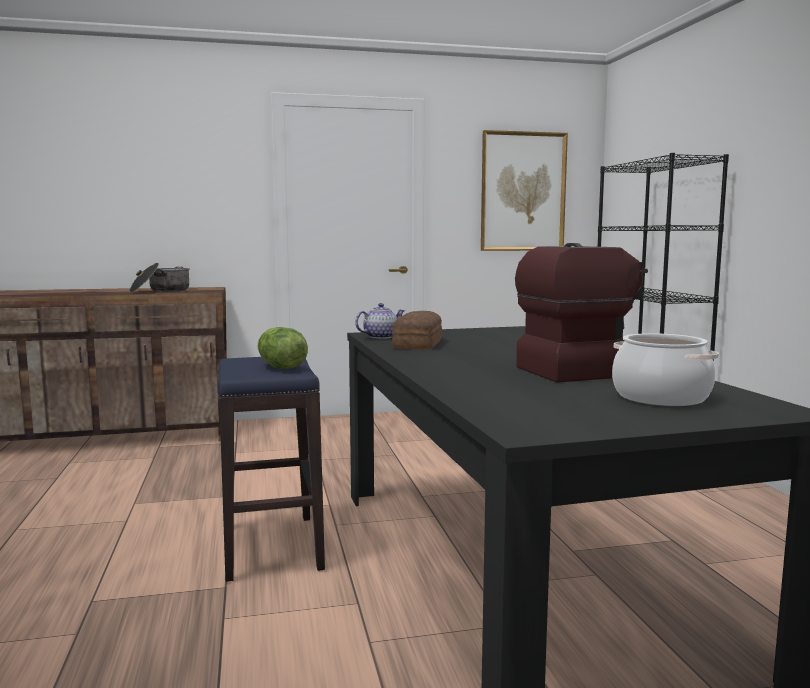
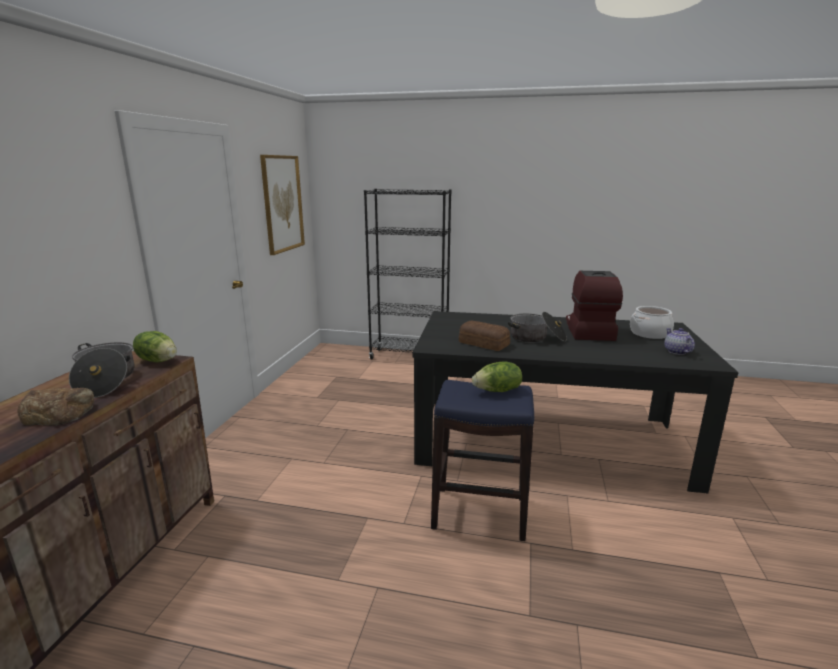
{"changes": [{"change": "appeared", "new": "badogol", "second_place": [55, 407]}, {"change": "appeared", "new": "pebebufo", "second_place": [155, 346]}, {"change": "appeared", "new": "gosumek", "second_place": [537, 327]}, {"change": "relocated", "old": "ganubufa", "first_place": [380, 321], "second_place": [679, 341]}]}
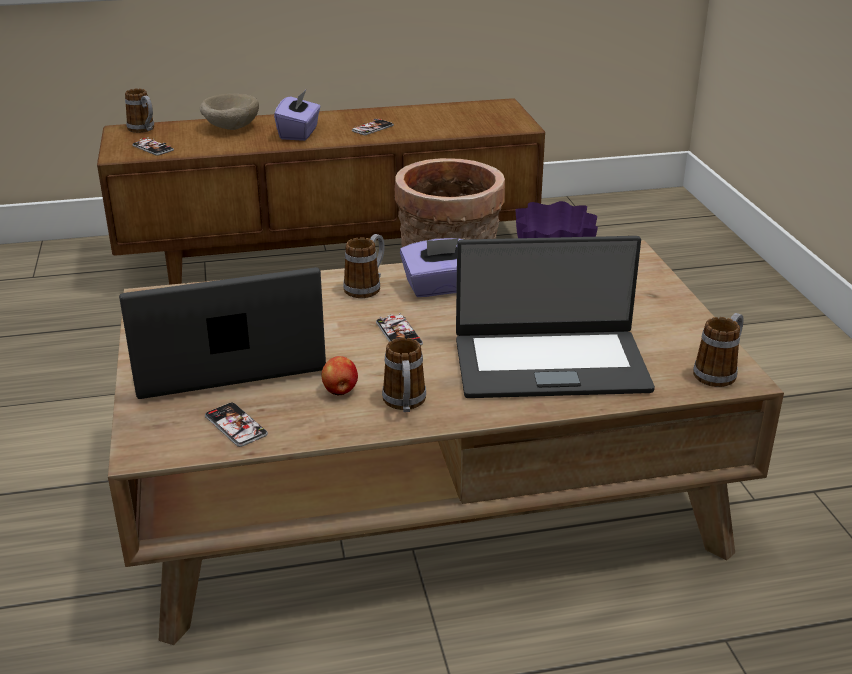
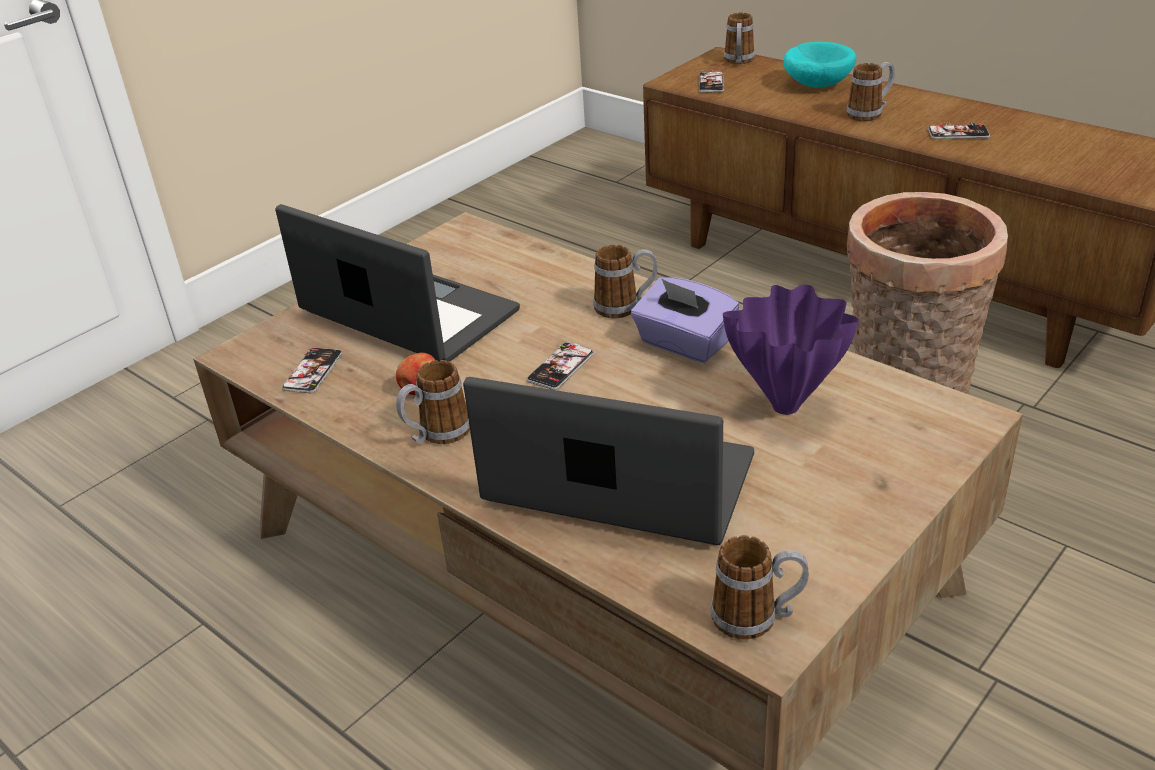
{"changes": [{"change": "exchanged", "old": "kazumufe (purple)", "new": "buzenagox", "first_place": [297, 115], "second_place": [871, 91]}, {"change": "colour", "old": "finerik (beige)", "new": "finerik (turquoise)", "first_place": [229, 112], "second_place": [820, 65]}, {"change": "spun", "old": "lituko", "first_place": [555, 317], "second_place": [608, 461], "degrees": 150}]}
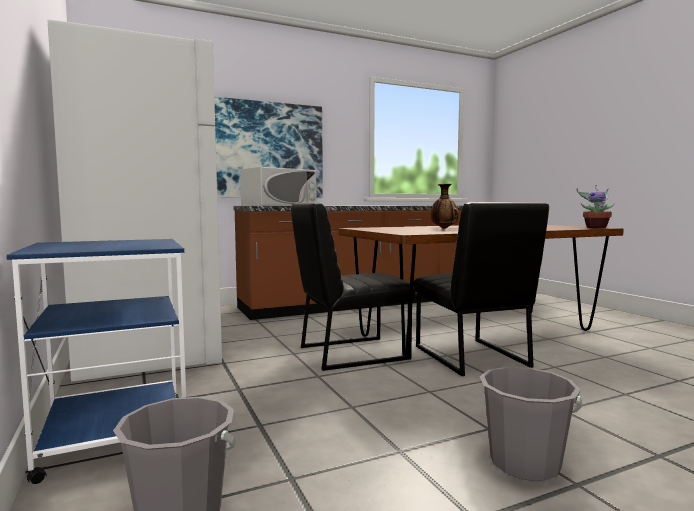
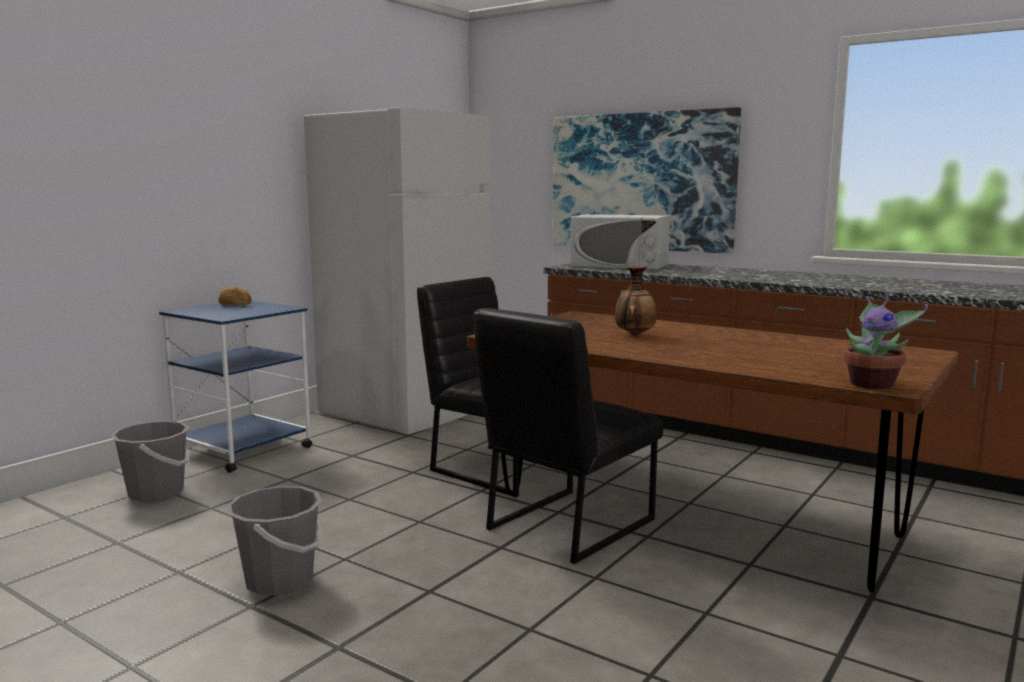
{"changes": [{"change": "appeared", "new": "badogol", "second_place": [234, 296]}]}
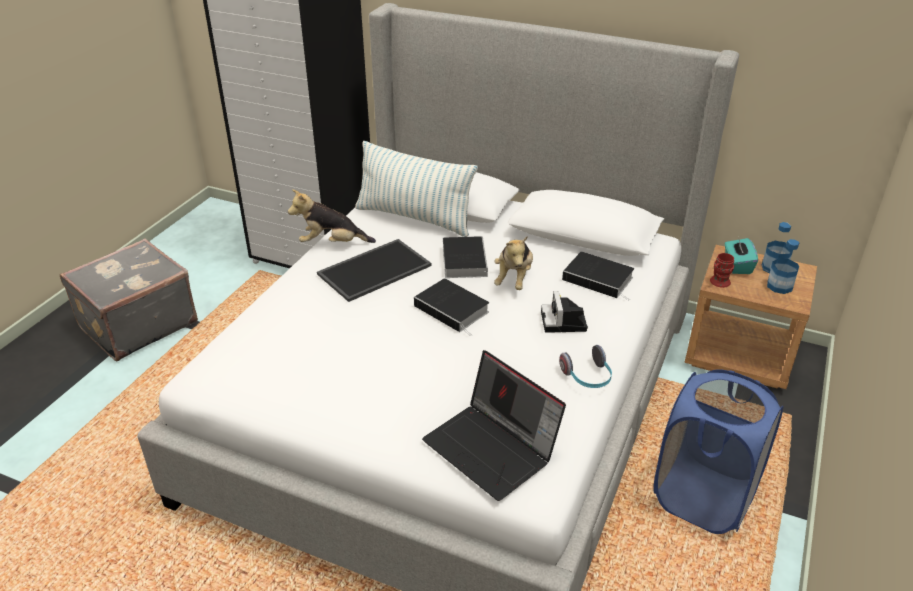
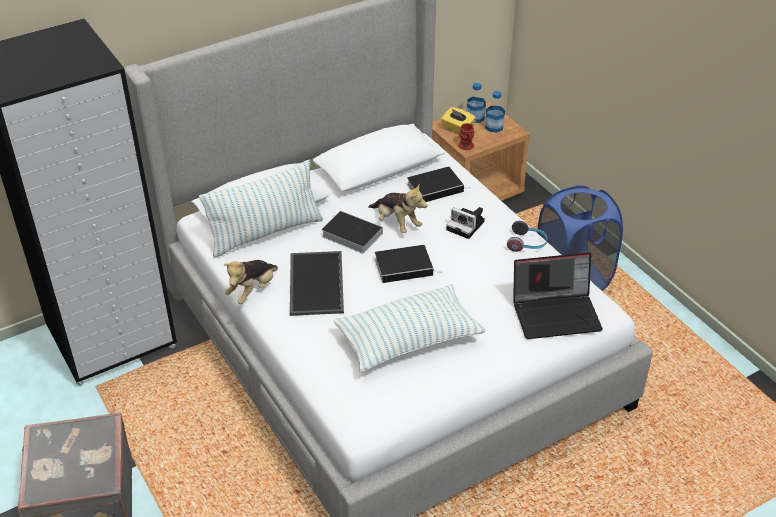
{"changes": [{"change": "appeared", "new": "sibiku", "second_place": [409, 328]}, {"change": "colour", "old": "kazumufe (turquoise)", "new": "kazumufe (yellow)", "first_place": [741, 256], "second_place": [458, 120]}]}
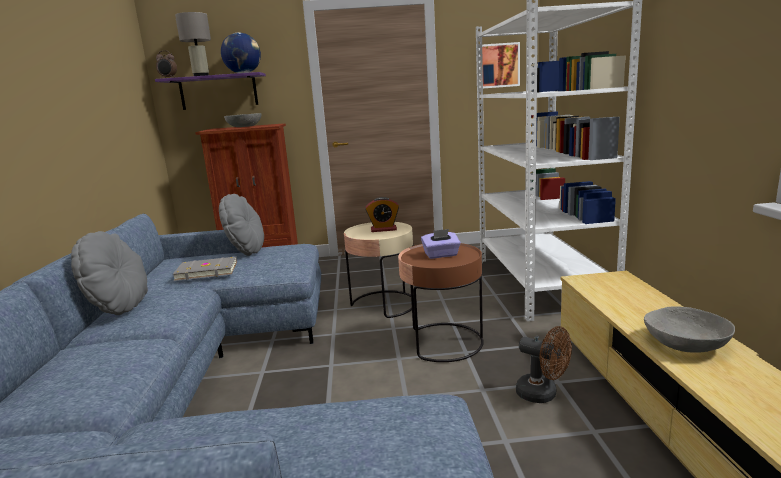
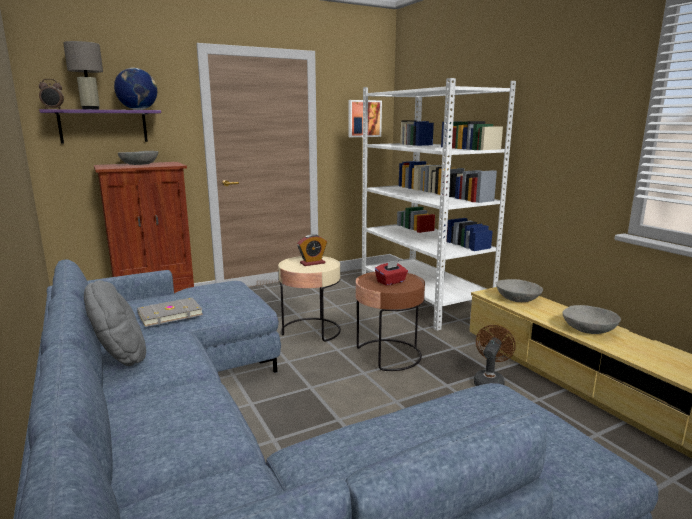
{"changes": [{"change": "missing", "old": "sibiku (grey)", "first_place": [241, 225]}, {"change": "appeared", "new": "finerik (grey)", "second_place": [519, 290]}, {"change": "colour", "old": "kazumufe (purple)", "new": "kazumufe (red)", "first_place": [441, 244], "second_place": [391, 273]}, {"change": "spun", "old": "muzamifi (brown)", "first_place": [544, 364], "second_place": [495, 355], "degrees": -75}]}
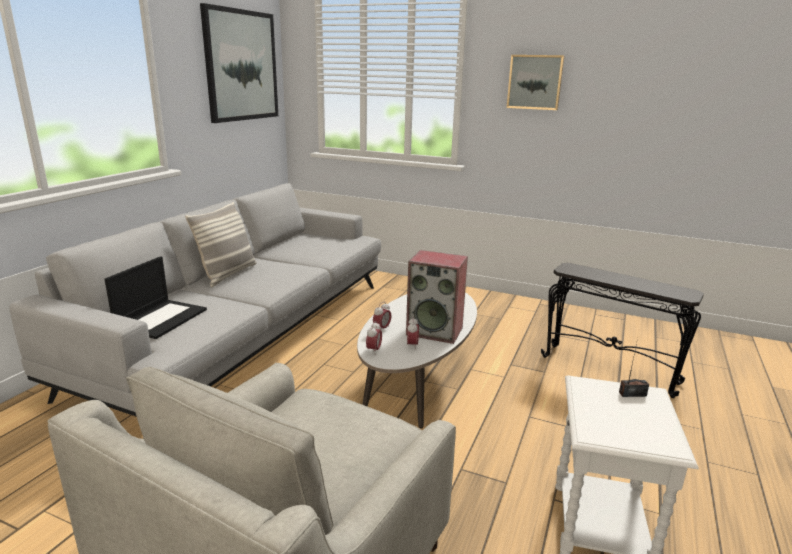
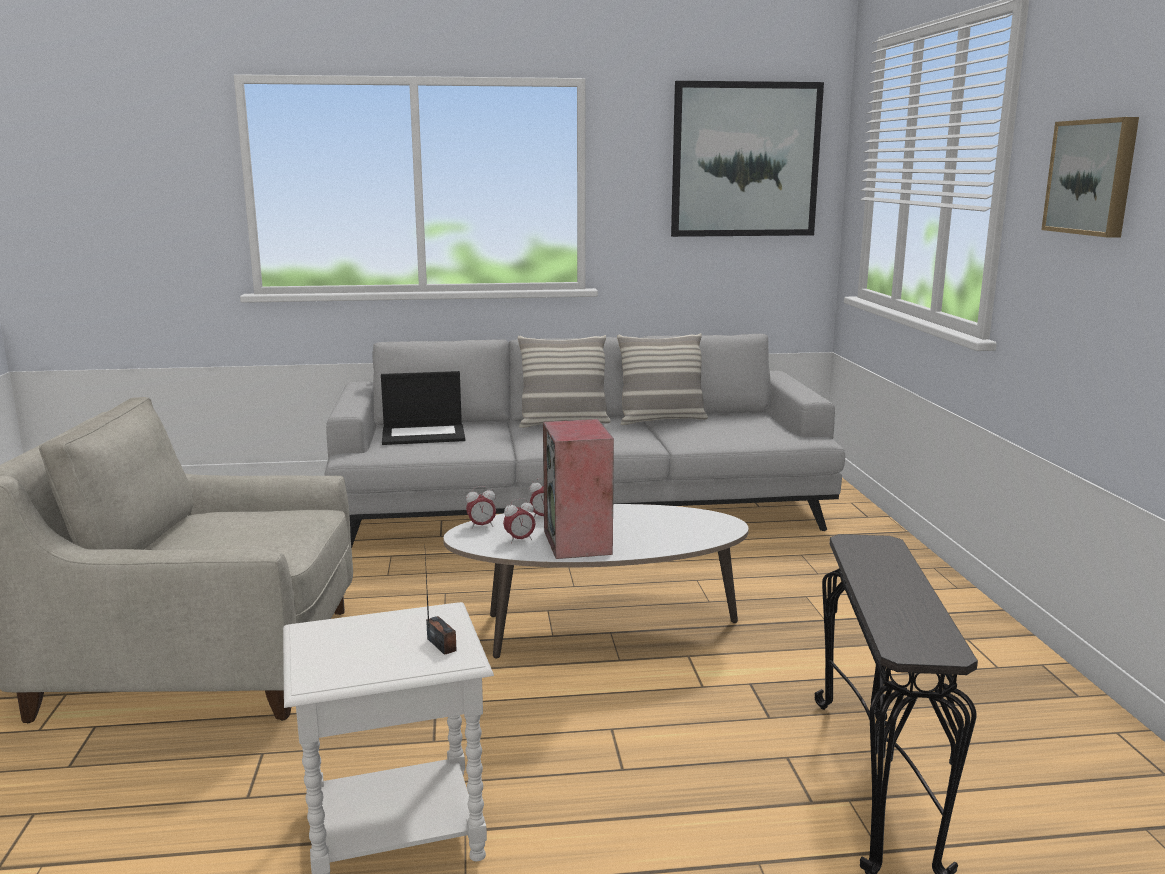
{"changes": [{"change": "appeared", "new": "sibiku", "second_place": [662, 379]}]}
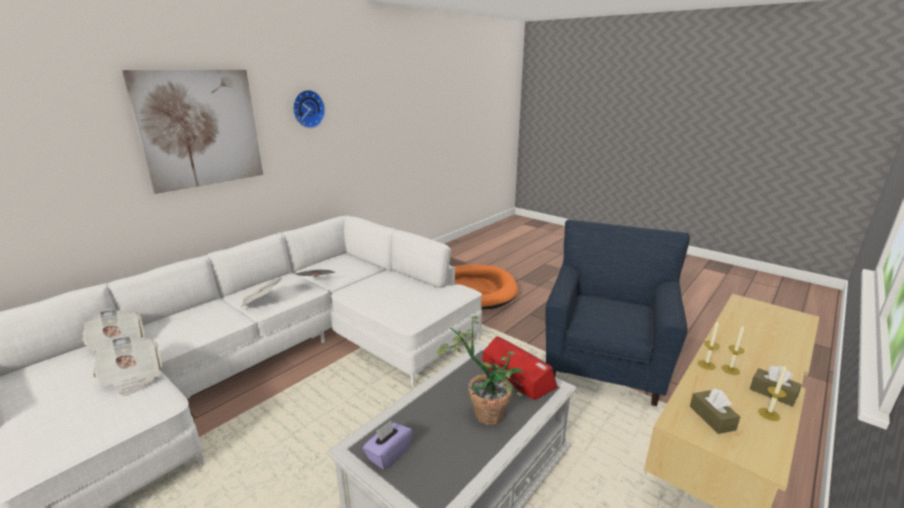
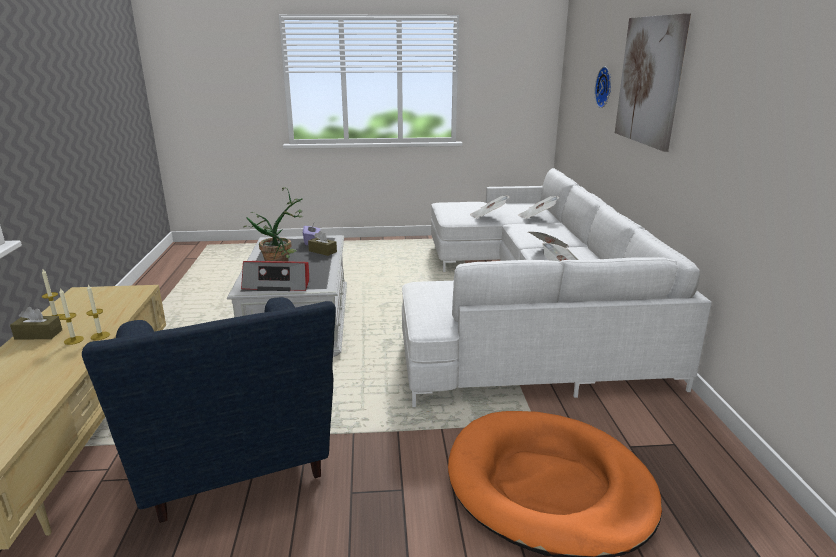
{"changes": [{"change": "relocated", "old": "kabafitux", "first_place": [309, 109], "second_place": [603, 87]}, {"change": "relocated", "old": "kazumufe (brown)", "first_place": [715, 411], "second_place": [322, 243]}]}
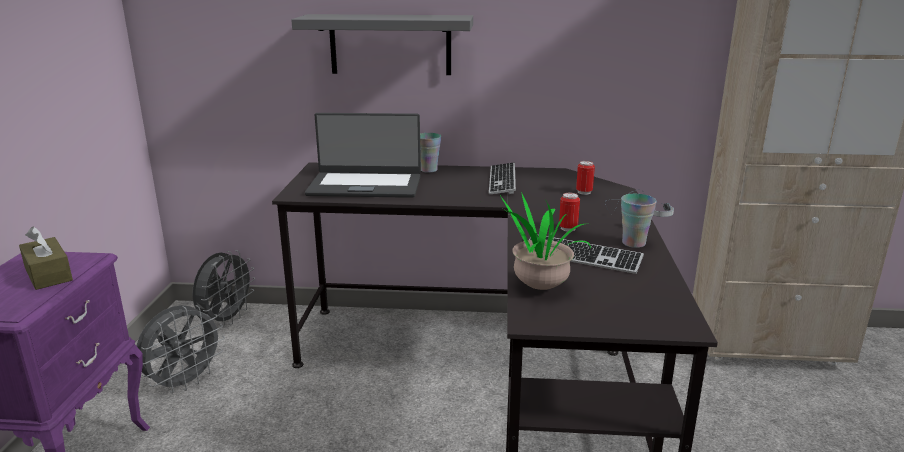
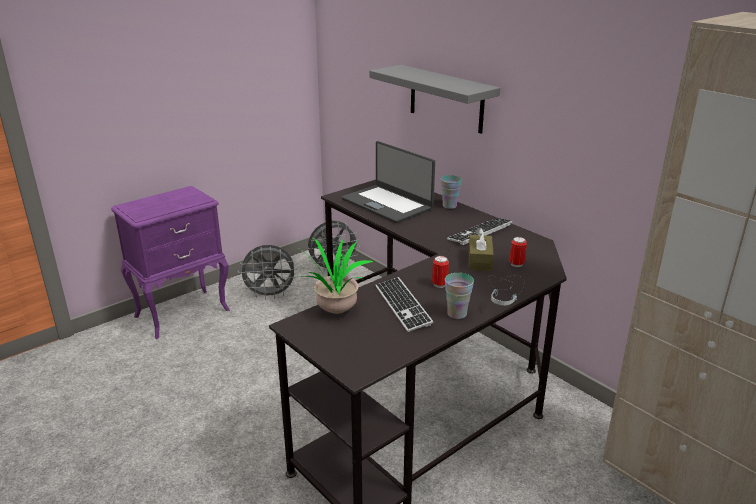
{"changes": [{"change": "relocated", "old": "kazumufe (brown)", "first_place": [46, 258], "second_place": [481, 249]}]}
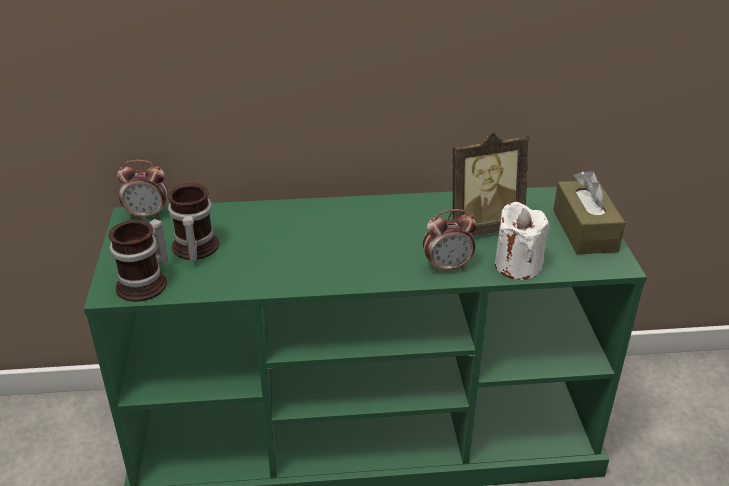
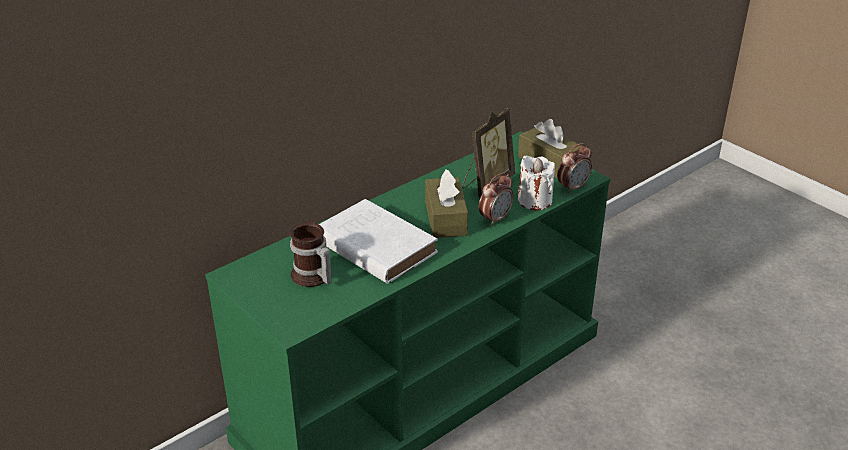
{"changes": [{"change": "missing", "old": "buzenagox", "first_place": [138, 260]}, {"change": "appeared", "new": "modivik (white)", "second_place": [378, 241]}, {"change": "appeared", "new": "kazumufe (brown)", "second_place": [446, 204]}, {"change": "relocated", "old": "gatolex", "first_place": [142, 189], "second_place": [574, 168]}]}
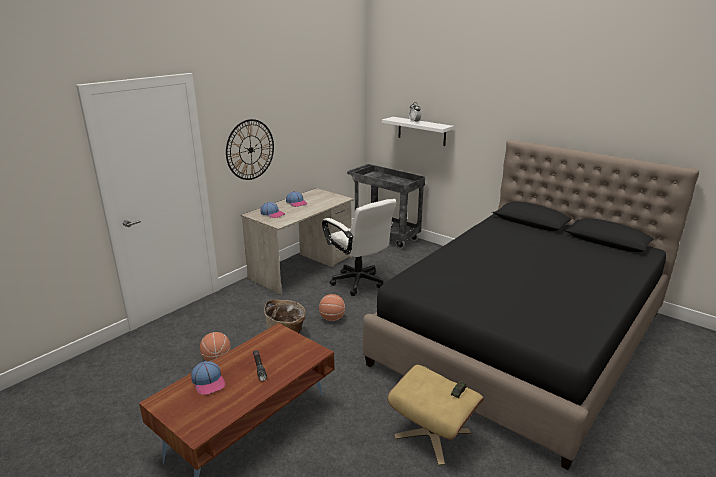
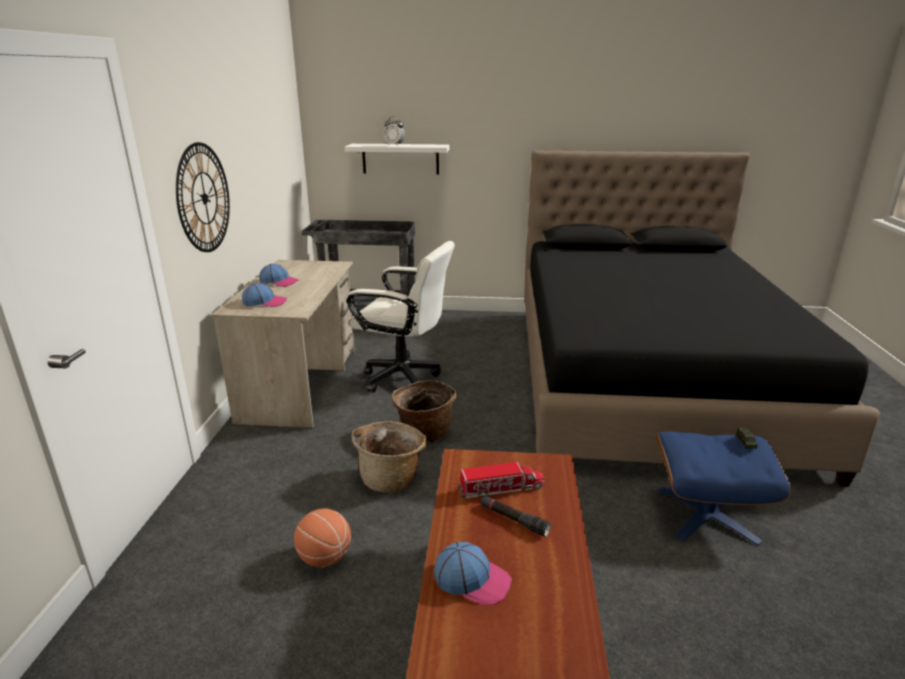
{"changes": [{"change": "appeared", "new": "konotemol", "second_place": [501, 480]}, {"change": "exchanged", "old": "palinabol", "new": "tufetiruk", "first_place": [332, 307], "second_place": [424, 411]}, {"change": "colour", "old": "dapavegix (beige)", "new": "dapavegix (blue)", "first_place": [435, 415], "second_place": [723, 488]}]}
